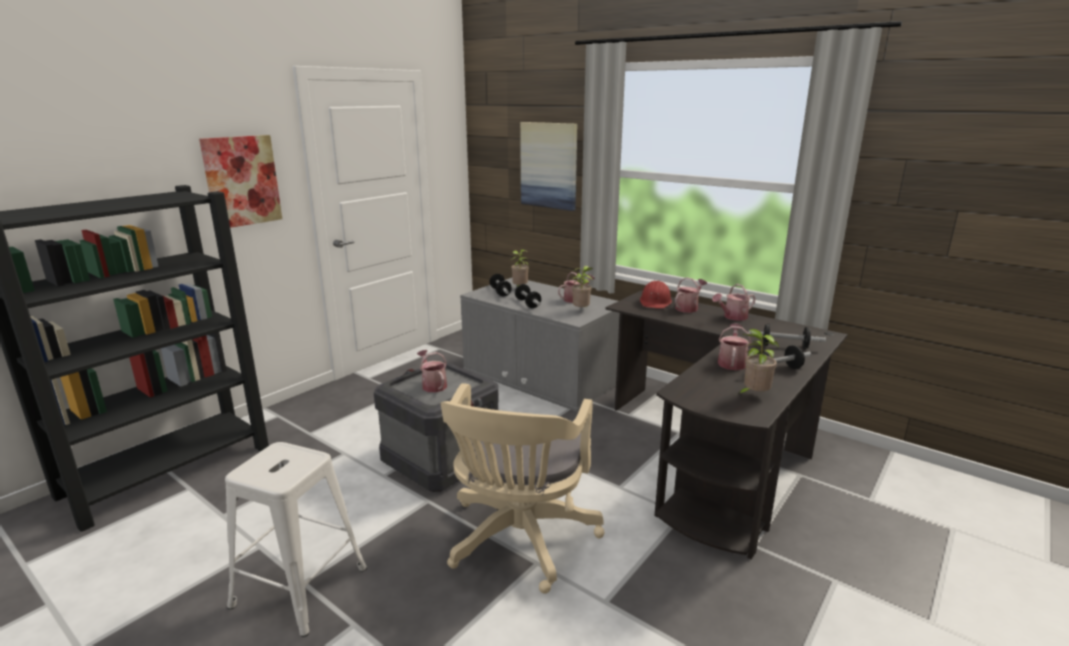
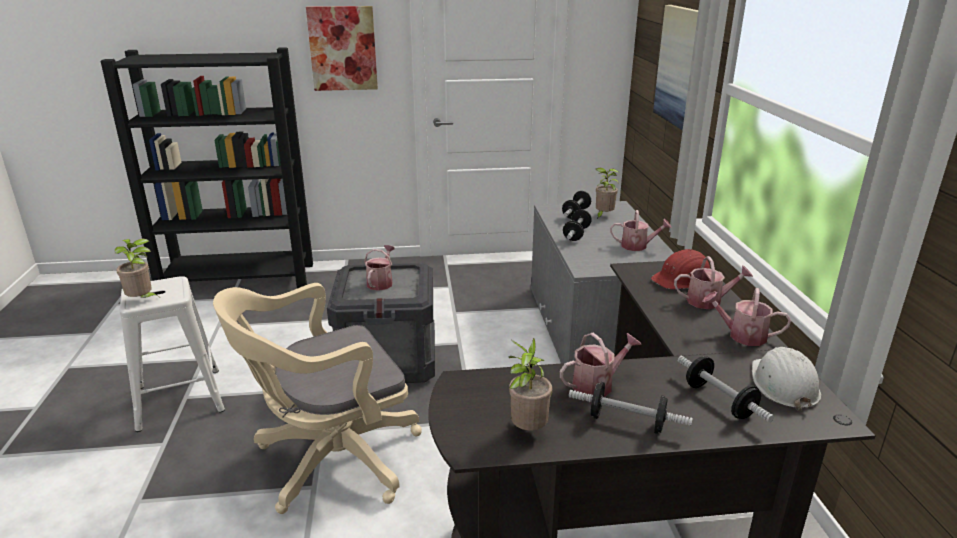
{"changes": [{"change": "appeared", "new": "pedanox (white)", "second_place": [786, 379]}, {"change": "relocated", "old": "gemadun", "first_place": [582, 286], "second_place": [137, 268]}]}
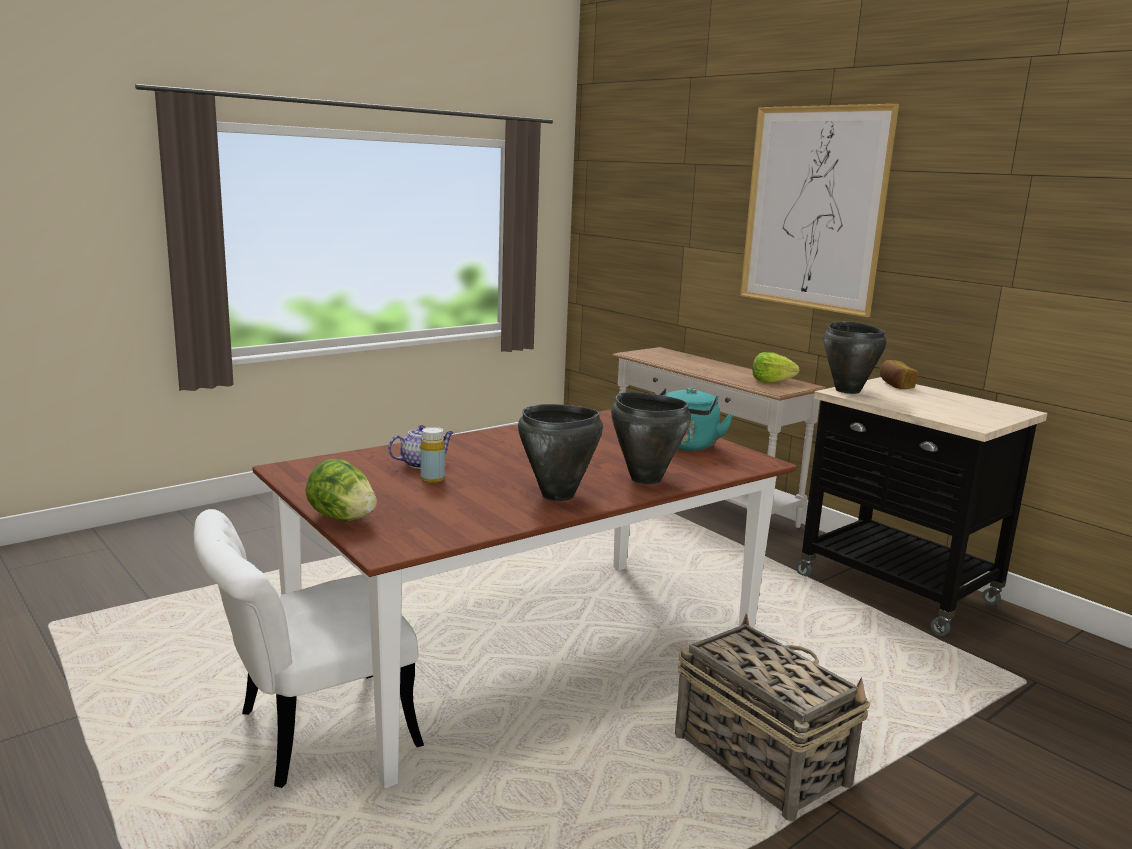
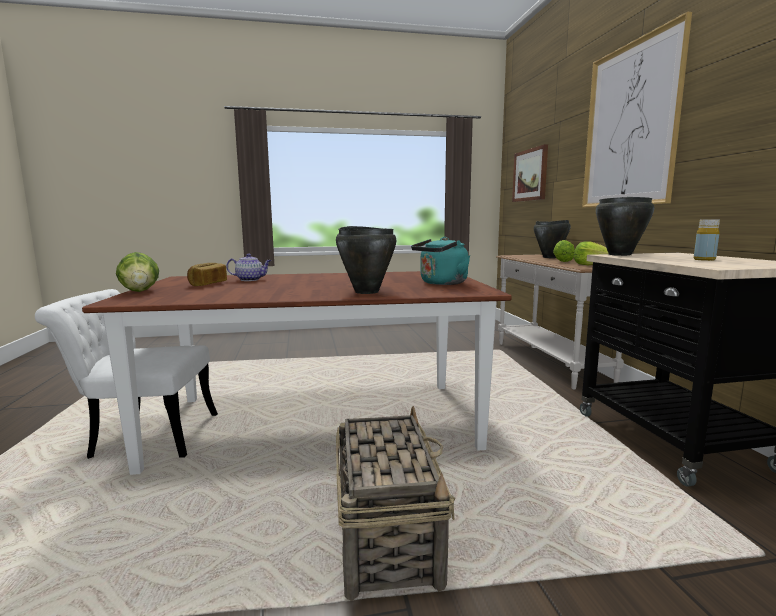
{"changes": [{"change": "appeared", "new": "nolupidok", "second_place": [530, 173]}, {"change": "appeared", "new": "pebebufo", "second_place": [564, 251]}, {"change": "relocated", "old": "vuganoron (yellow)", "first_place": [432, 455], "second_place": [707, 240]}, {"change": "relocated", "old": "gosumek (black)", "first_place": [560, 452], "second_place": [552, 239]}, {"change": "relocated", "old": "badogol", "first_place": [899, 374], "second_place": [207, 274]}]}
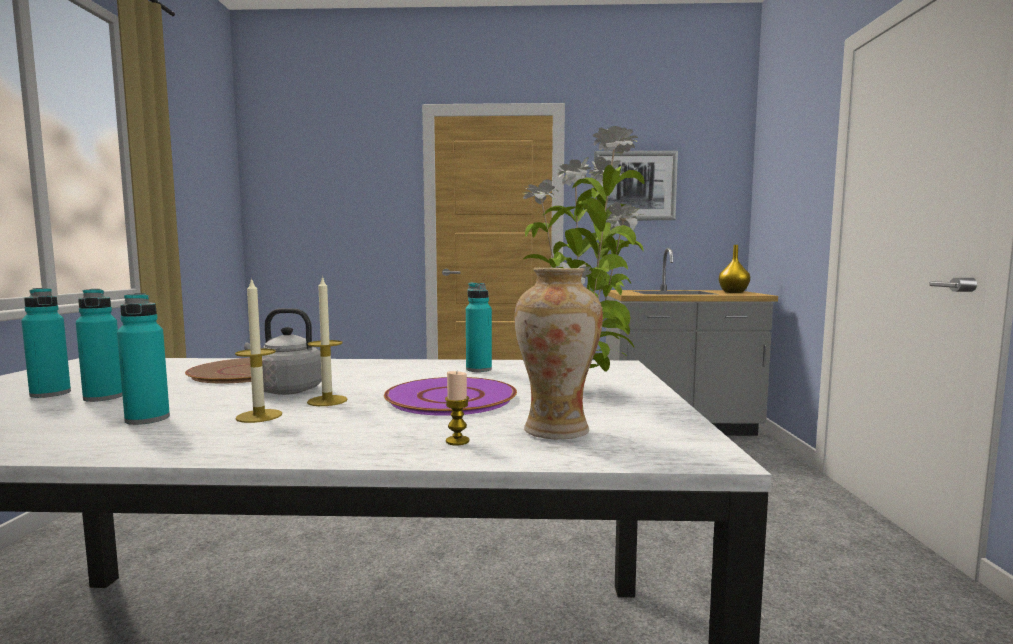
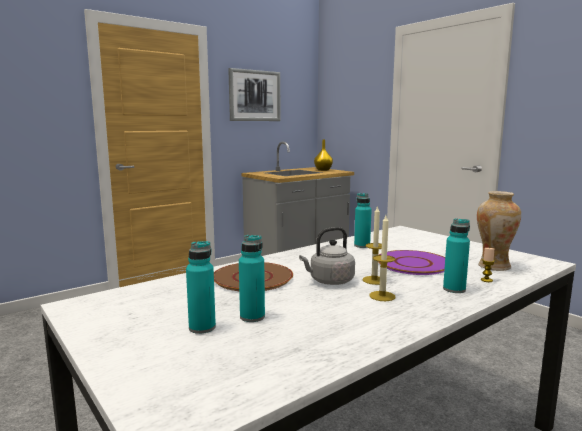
{"changes": [{"change": "missing", "old": "gemadun", "first_place": [583, 249]}, {"change": "relocated", "old": "vuganoron (turquoise)", "first_place": [143, 359], "second_place": [456, 255]}]}
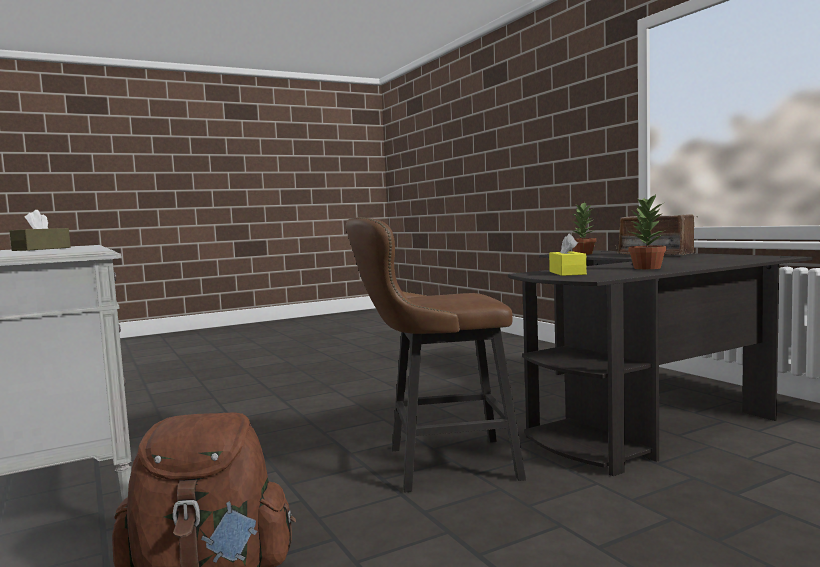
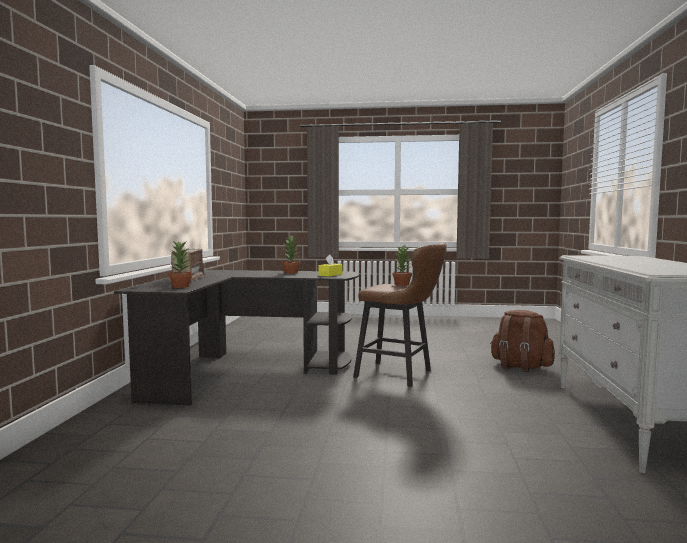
{"changes": [{"change": "missing", "old": "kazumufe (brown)", "first_place": [40, 230]}, {"change": "appeared", "new": "gemadun", "second_place": [402, 265]}]}
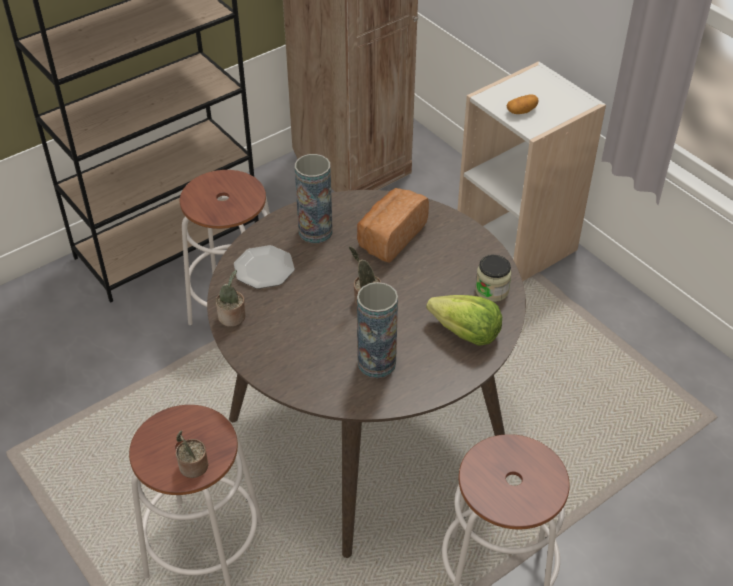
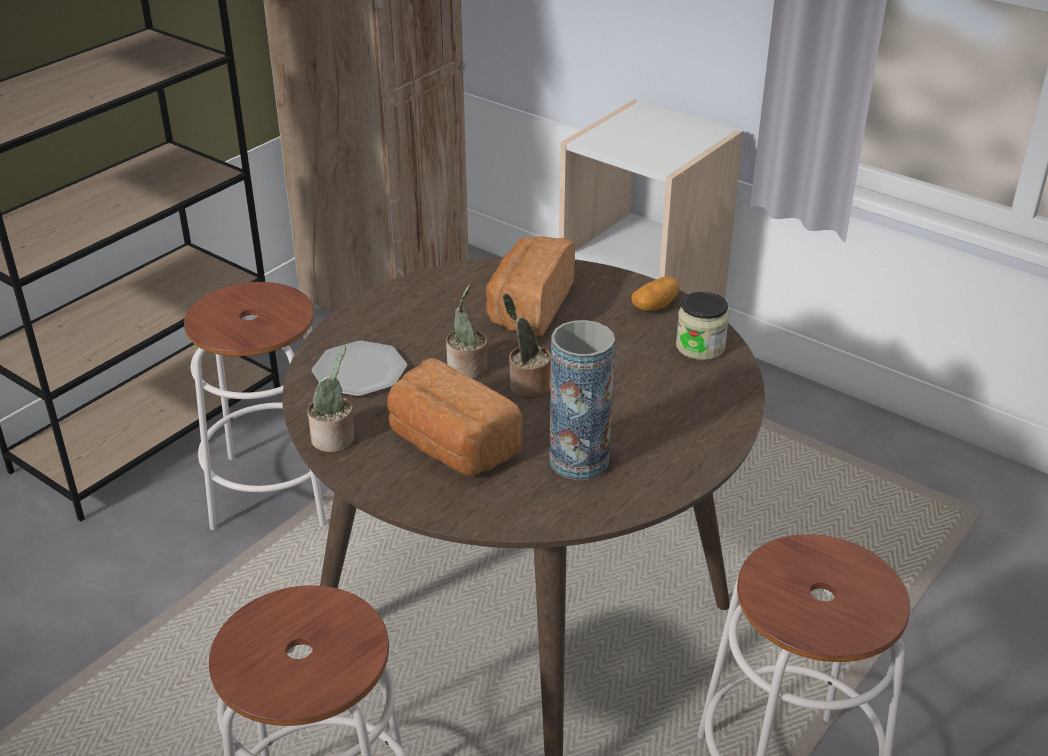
{"changes": [{"change": "missing", "old": "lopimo", "first_place": [313, 198]}, {"change": "missing", "old": "pebebufo", "first_place": [464, 320]}, {"change": "appeared", "new": "badogol", "second_place": [454, 417]}, {"change": "relocated", "old": "gemadun", "first_place": [192, 454], "second_place": [467, 332]}, {"change": "relocated", "old": "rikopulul", "first_place": [522, 104], "second_place": [655, 293]}]}
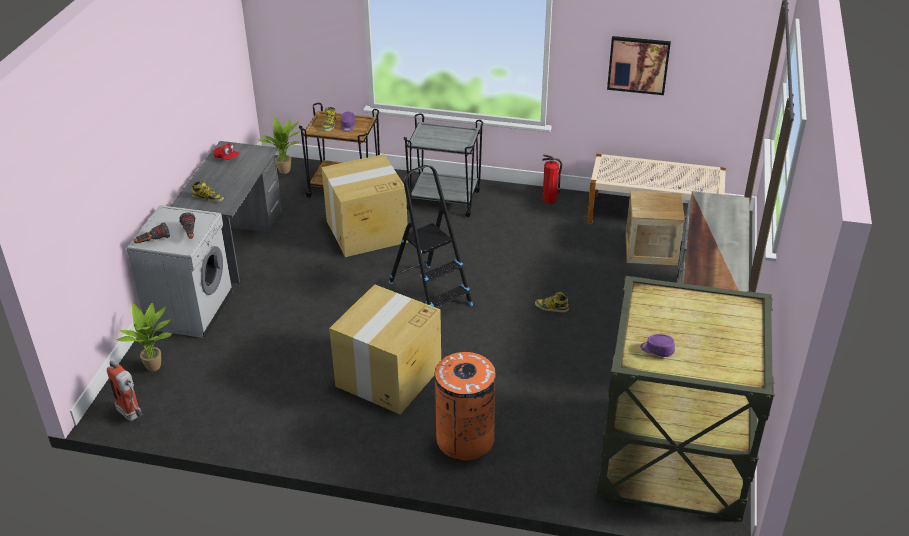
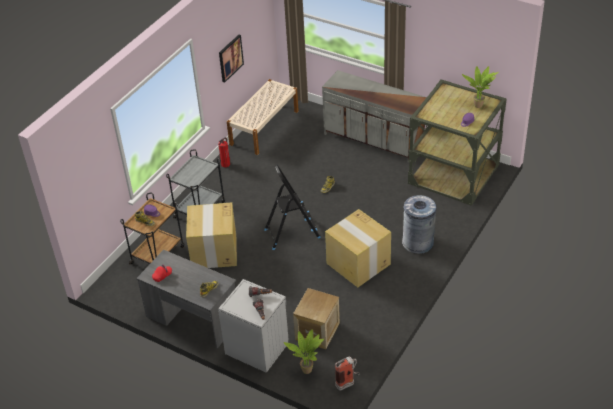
{"changes": [{"change": "relocated", "old": "gemadun", "first_place": [280, 145], "second_place": [480, 87]}, {"change": "relocated", "old": "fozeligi", "first_place": [655, 228], "second_place": [316, 318]}, {"change": "colour", "old": "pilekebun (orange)", "new": "pilekebun (grey)", "first_place": [465, 406], "second_place": [419, 224]}]}
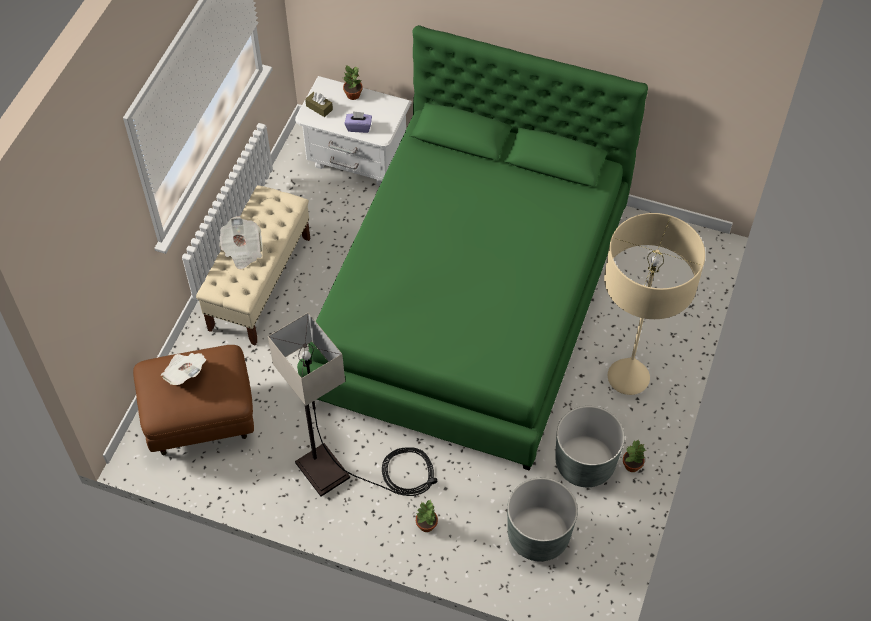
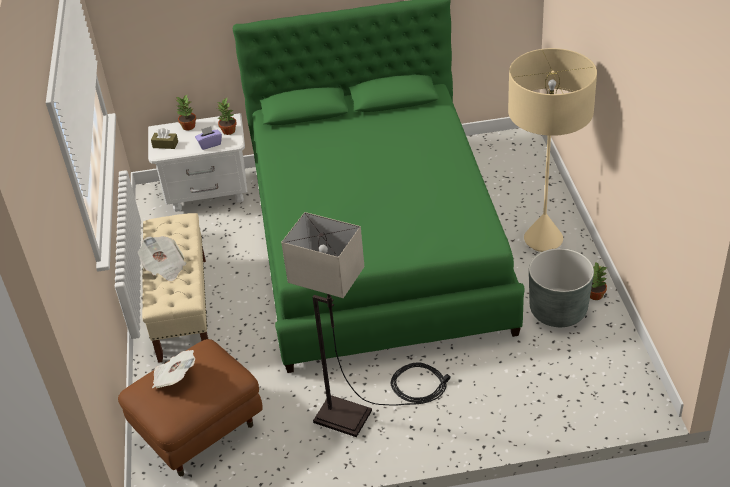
{"changes": [{"change": "missing", "old": "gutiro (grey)", "first_place": [542, 519]}, {"change": "relocated", "old": "gemadun", "first_place": [427, 515], "second_place": [227, 116]}]}
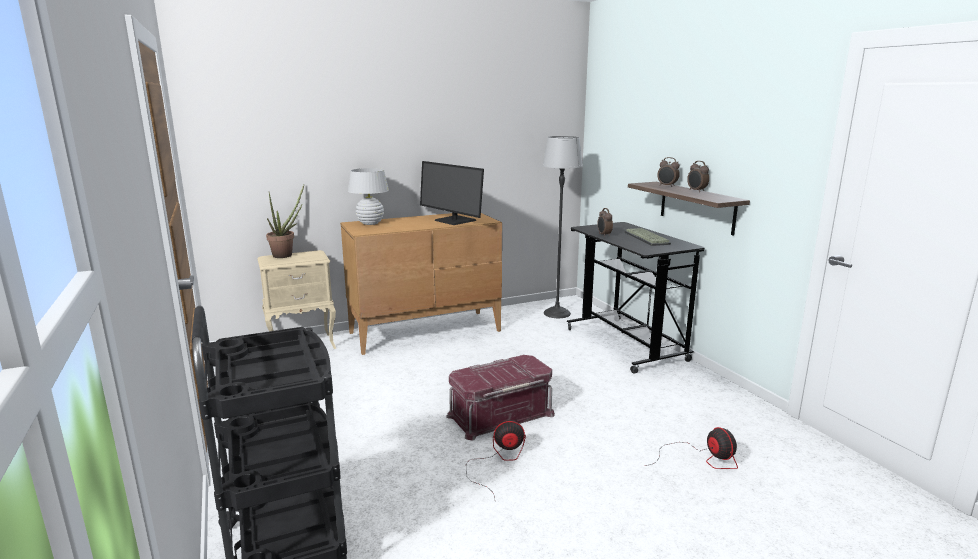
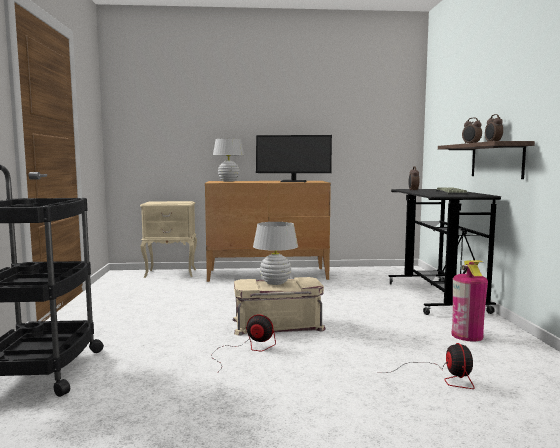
{"changes": [{"change": "missing", "old": "gemadun", "first_place": [285, 221]}, {"change": "missing", "old": "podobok", "first_place": [562, 227]}, {"change": "appeared", "new": "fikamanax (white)", "second_place": [275, 253]}, {"change": "appeared", "new": "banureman", "second_place": [469, 301]}, {"change": "colour", "old": "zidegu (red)", "new": "zidegu (beige)", "first_place": [500, 397], "second_place": [279, 306]}, {"change": "spun", "old": "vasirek", "first_place": [452, 193], "second_place": [294, 158], "degrees": -60}]}
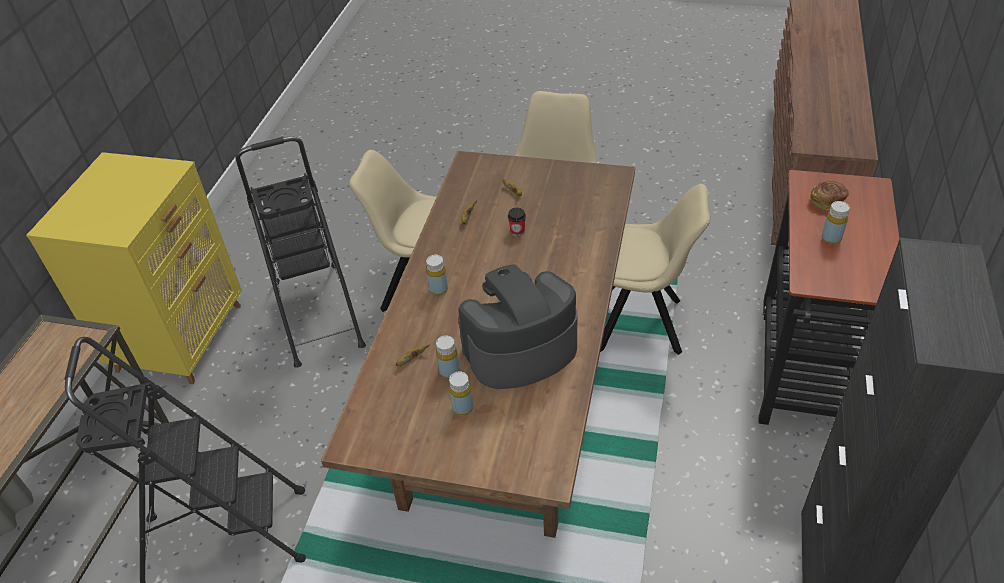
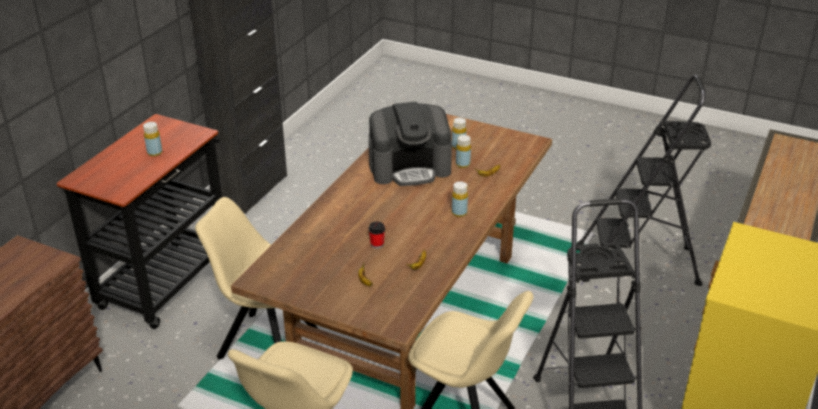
{"changes": [{"change": "missing", "old": "badogol", "first_place": [830, 195]}]}
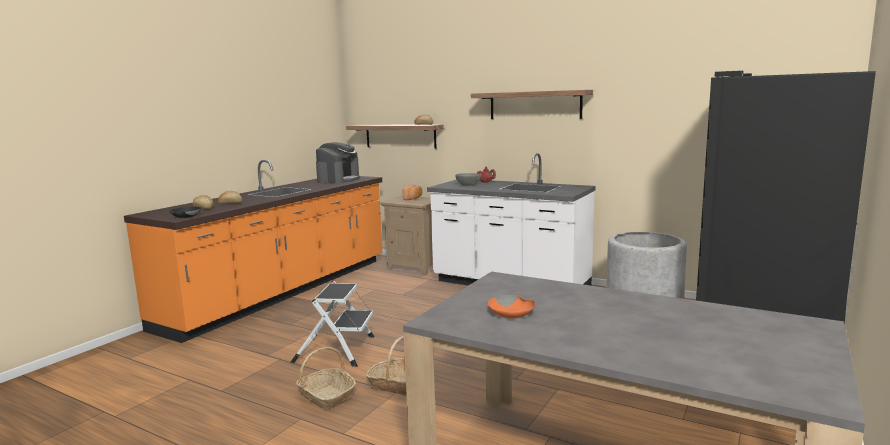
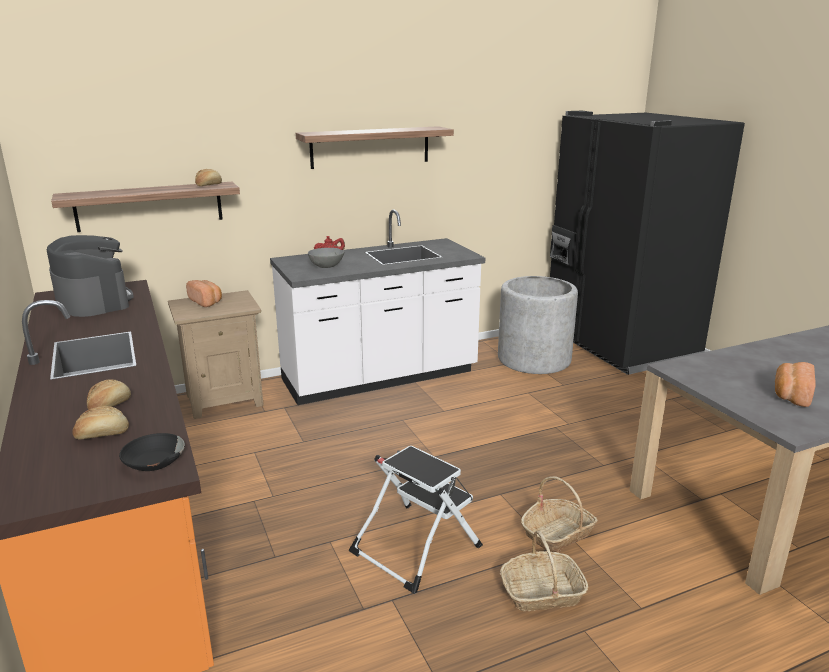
{"changes": [{"change": "exchanged", "old": "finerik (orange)", "new": "badogol", "first_place": [511, 307], "second_place": [795, 384]}]}
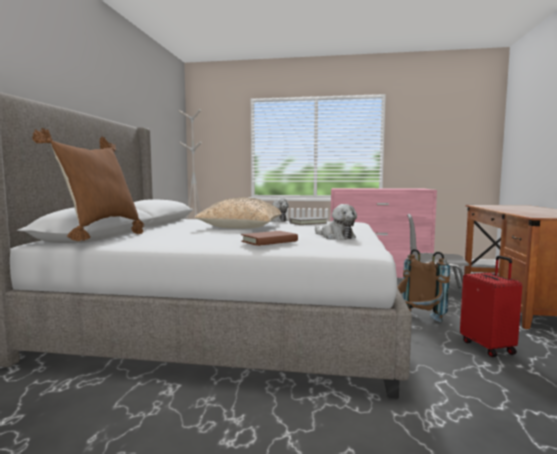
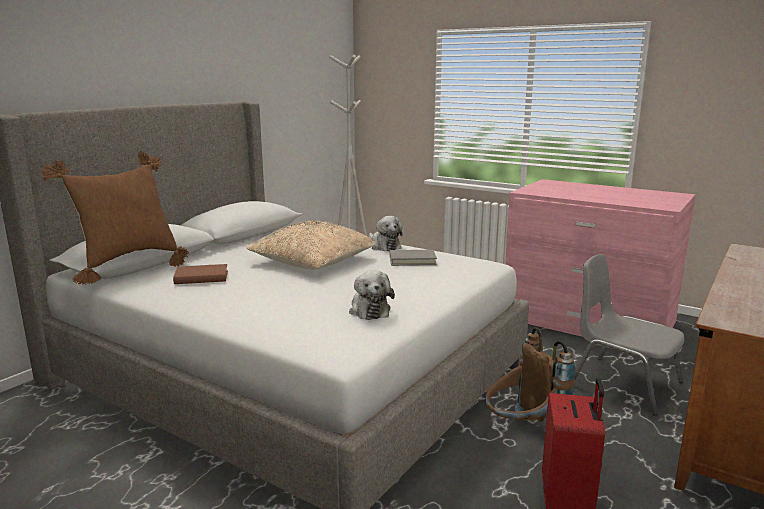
{"changes": [{"change": "relocated", "old": "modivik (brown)", "first_place": [269, 238], "second_place": [200, 274]}]}
